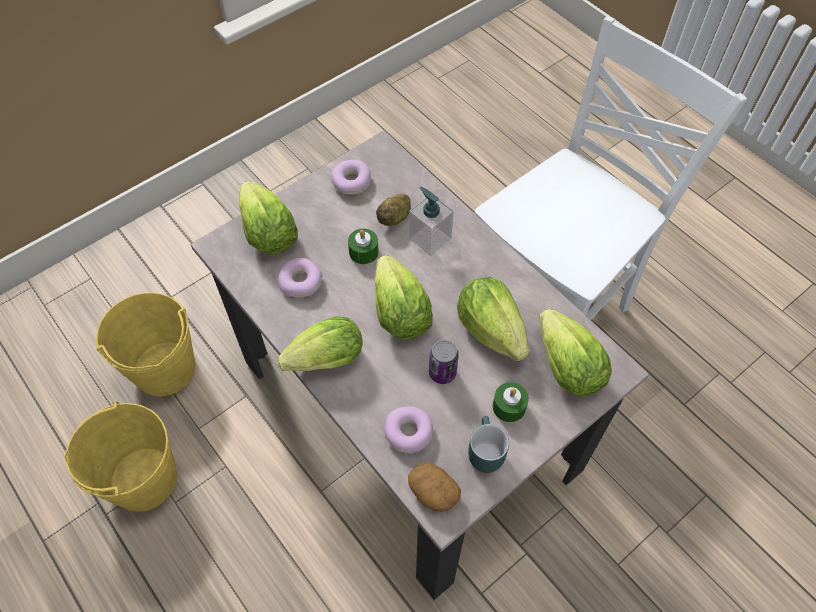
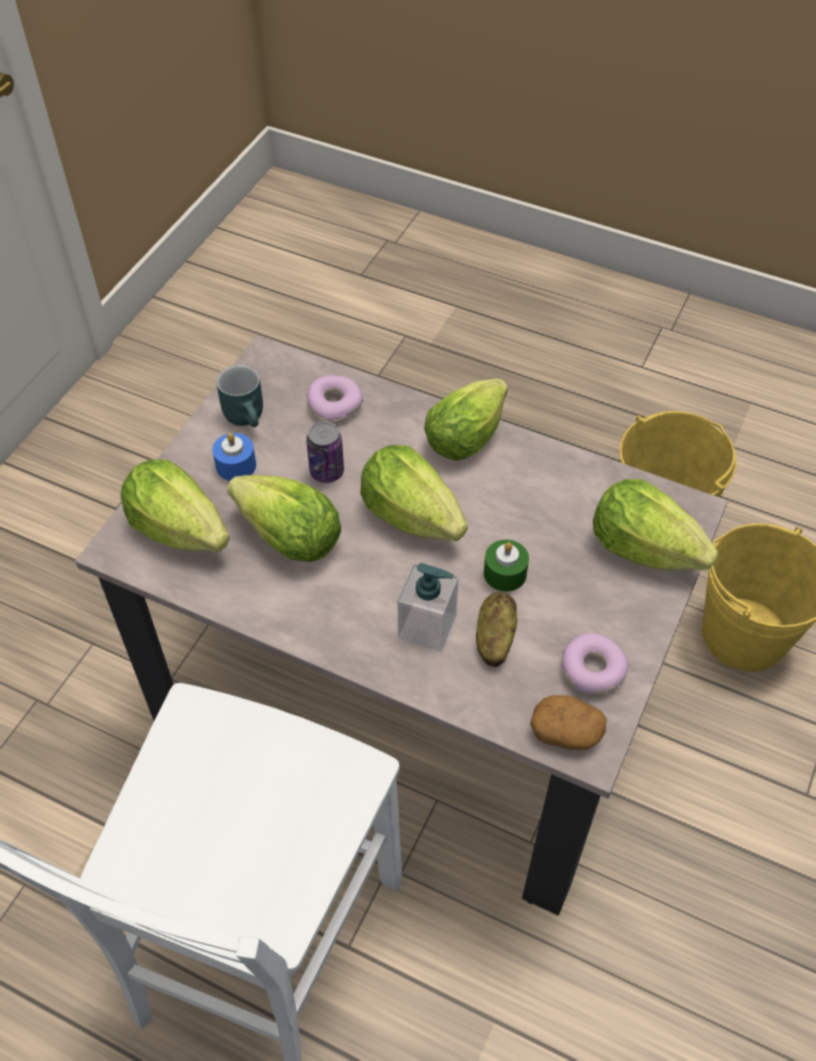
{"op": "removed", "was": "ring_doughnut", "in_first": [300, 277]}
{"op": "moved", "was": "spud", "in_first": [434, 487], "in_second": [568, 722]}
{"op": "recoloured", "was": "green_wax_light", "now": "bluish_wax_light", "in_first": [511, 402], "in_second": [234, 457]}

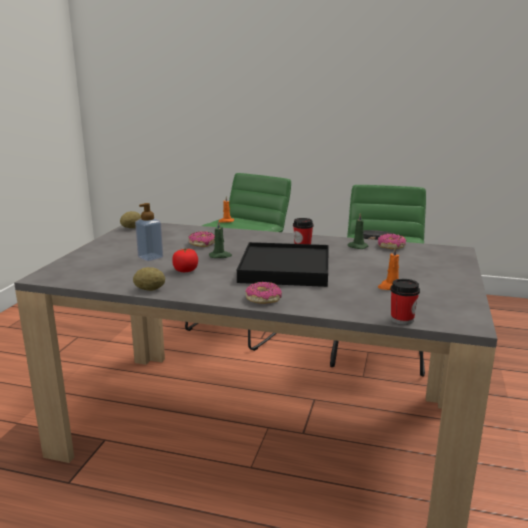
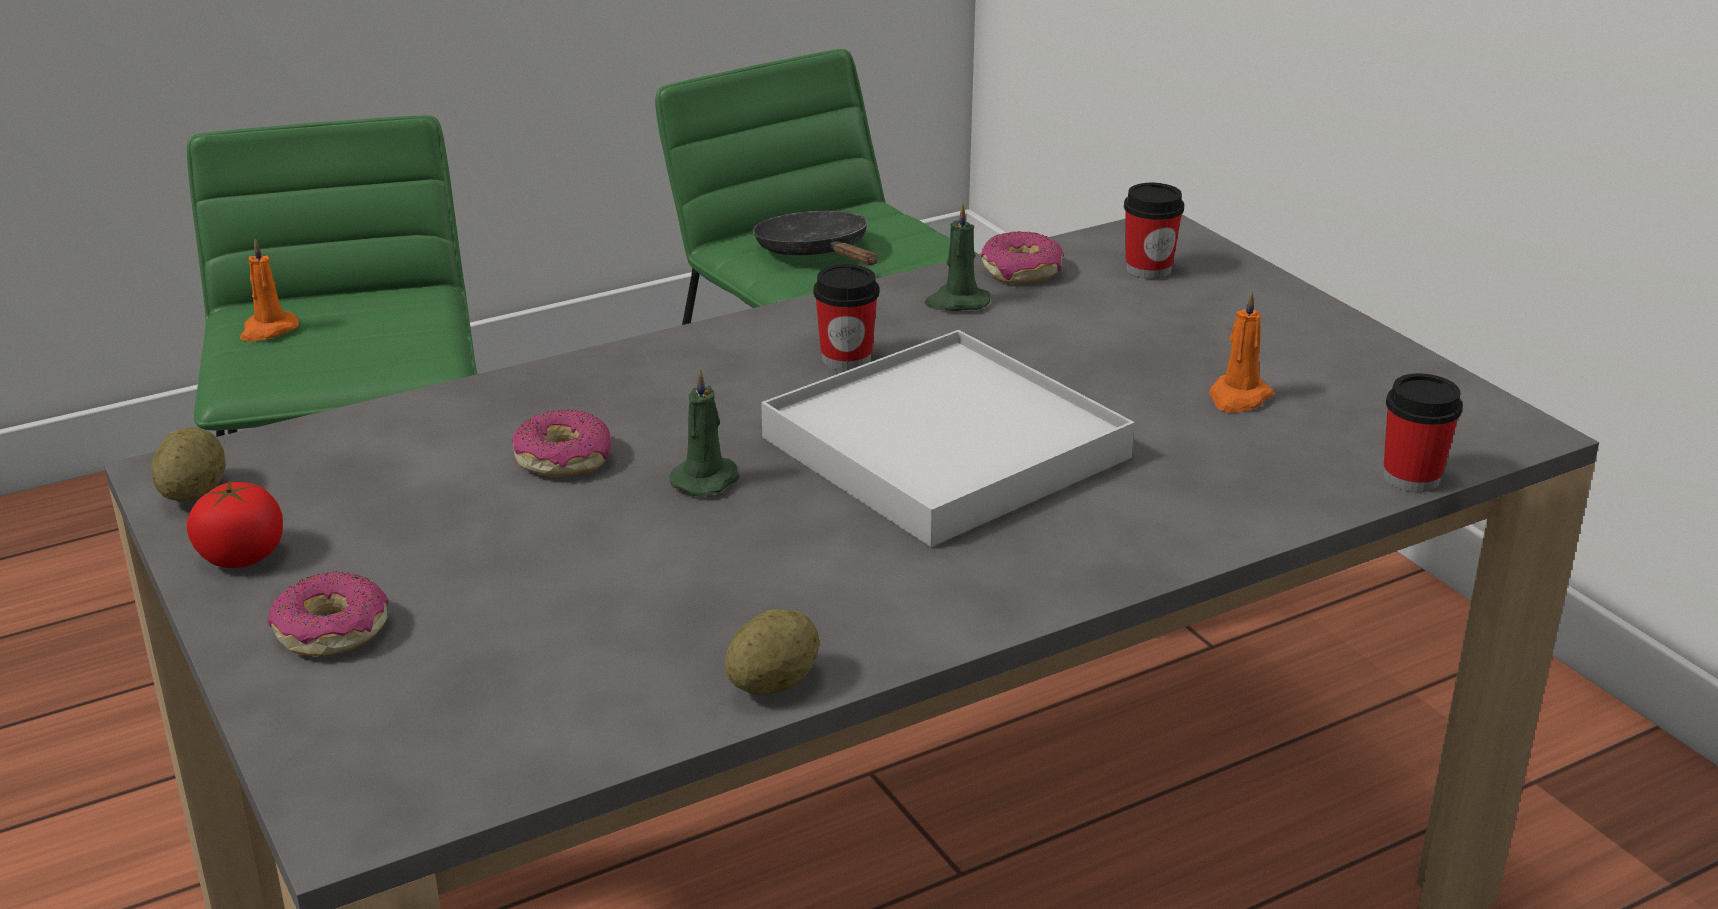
{"op": "removed", "was": "soap_bottle", "in_first": [149, 232]}
{"op": "added", "now": "cup", "in_second": [1154, 231]}
{"op": "moved", "was": "fresh_tomato", "in_first": [185, 260], "in_second": [235, 524]}
{"op": "moved", "was": "ring_doughnut", "in_first": [264, 293], "in_second": [328, 613]}
{"op": "recoloured", "was": "black_tray", "now": "white_tray", "in_first": [282, 264], "in_second": [947, 438]}

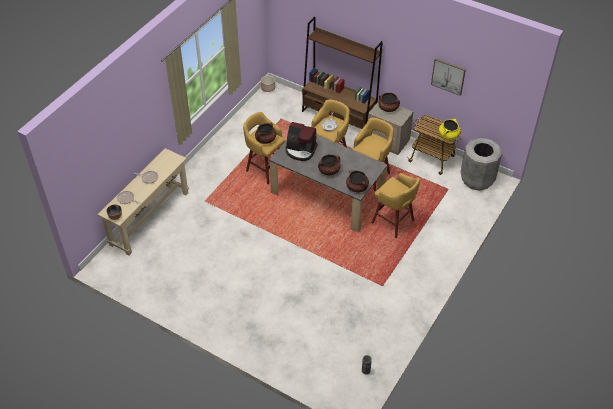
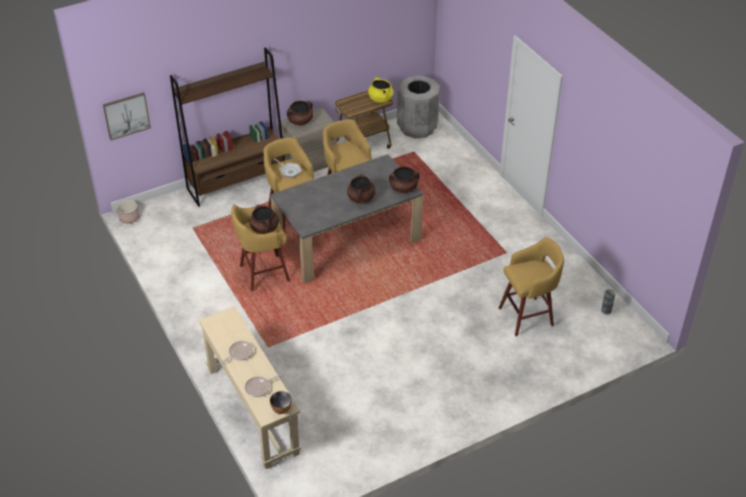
{"op": "removed", "was": "coffee_machine", "in_first": [301, 141]}
{"op": "moved", "was": "yellow-coloured_stool_seat", "in_first": [396, 205], "in_second": [531, 286]}
{"op": "moved", "was": "wall_picture", "in_first": [448, 77], "in_second": [127, 116]}

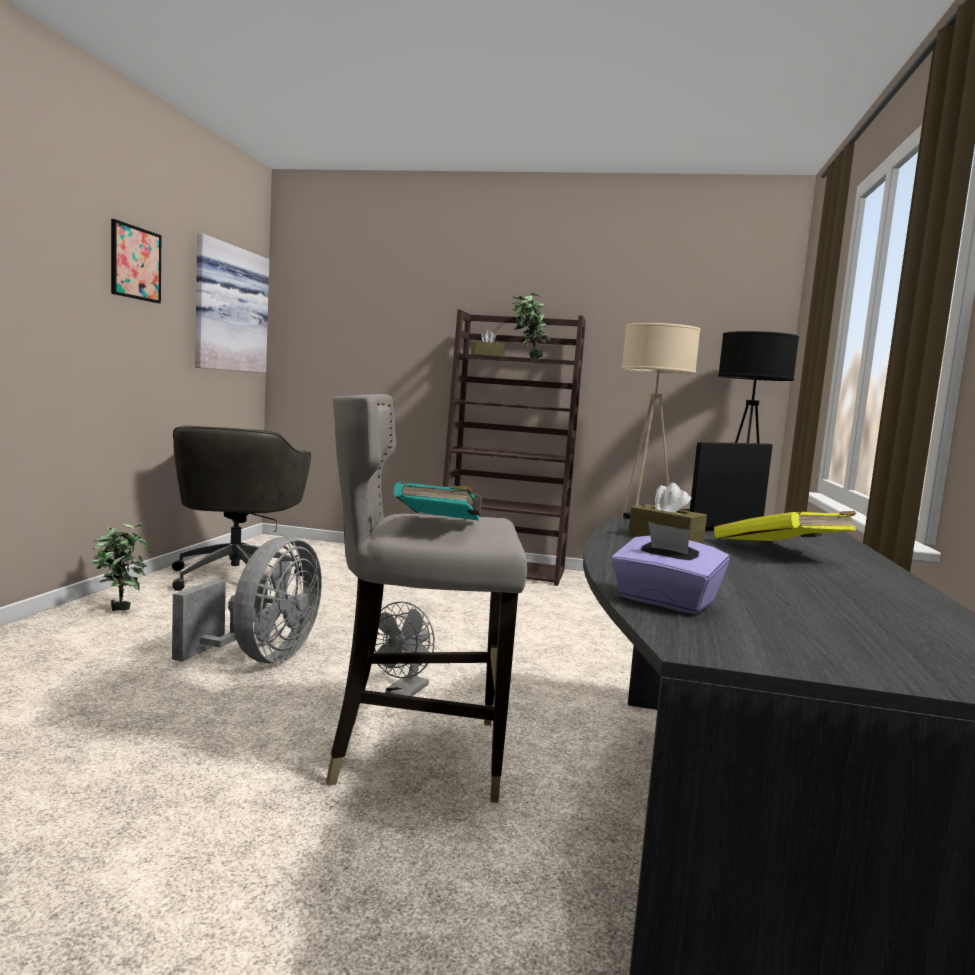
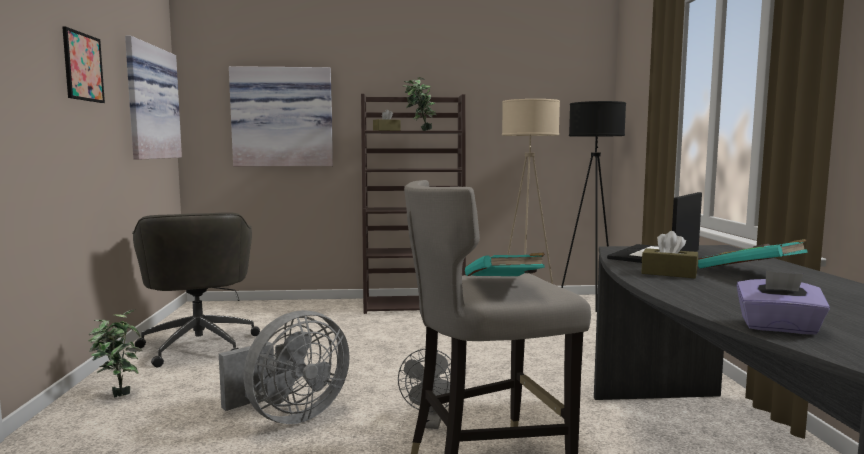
{"op": "added", "now": "wall_picture", "in_second": [281, 116]}
{"op": "recoloured", "was": "yellow-coloured_bound_book", "now": "turquoise_bound_book", "in_first": [785, 526], "in_second": [753, 254]}
{"op": "turned", "was": "grey_fan", "in_first": [247, 600], "in_second": [284, 367], "clockwise": 45}

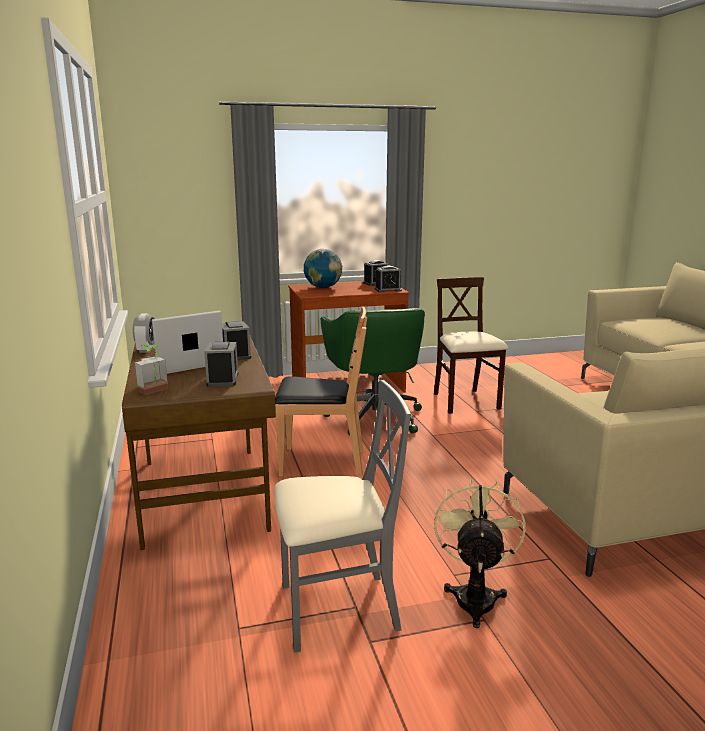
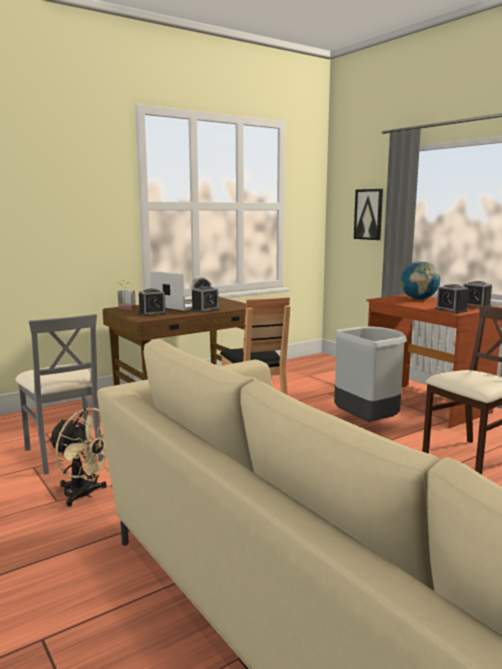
{"op": "added", "now": "wall_picture", "in_second": [368, 214]}
{"op": "replaced", "was": "green_office_chair", "now": "grey_trash_can", "in_first": [373, 371], "in_second": [370, 374]}
{"op": "turned", "was": "beige_fan", "in_first": [480, 553], "in_second": [78, 457], "clockwise": 45}

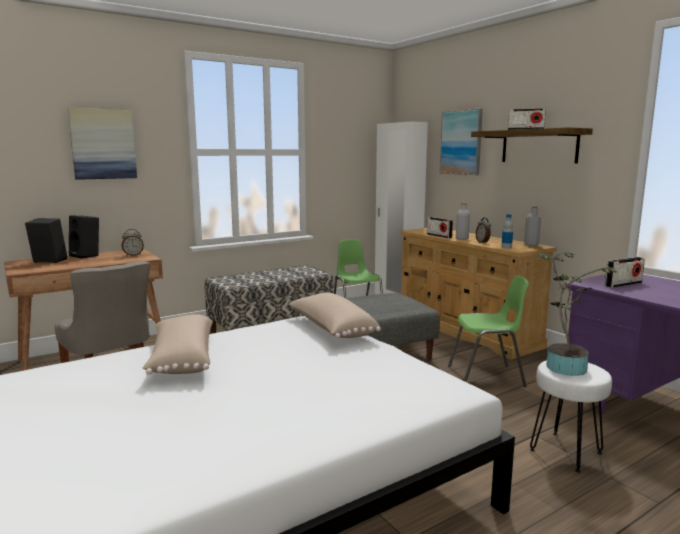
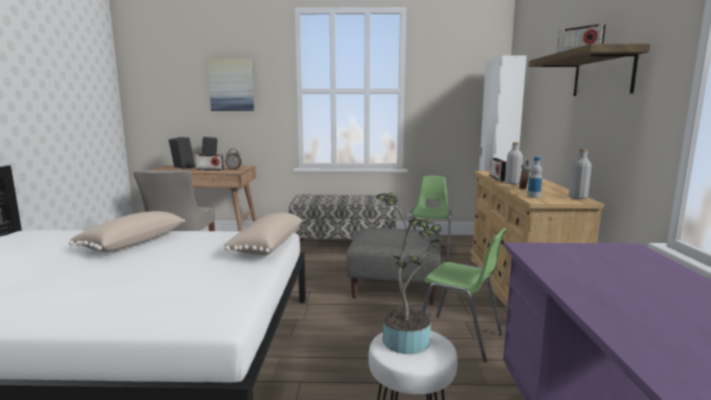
{"op": "removed", "was": "wall_picture", "in_first": [461, 142]}
{"op": "moved", "was": "radio_receiver", "in_first": [625, 272], "in_second": [209, 162]}

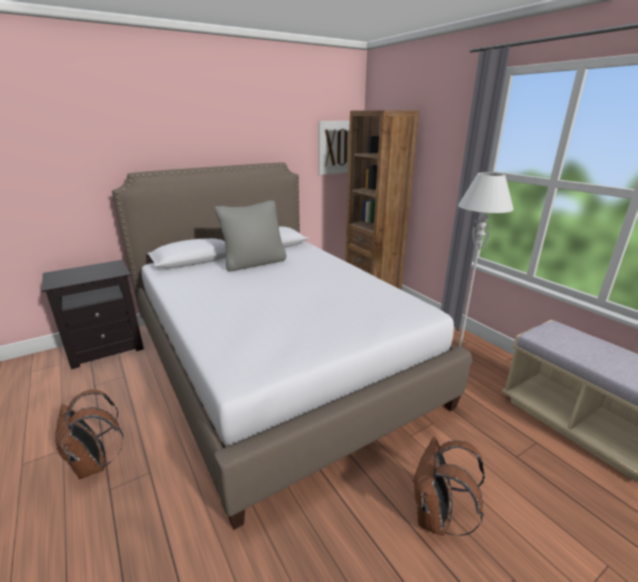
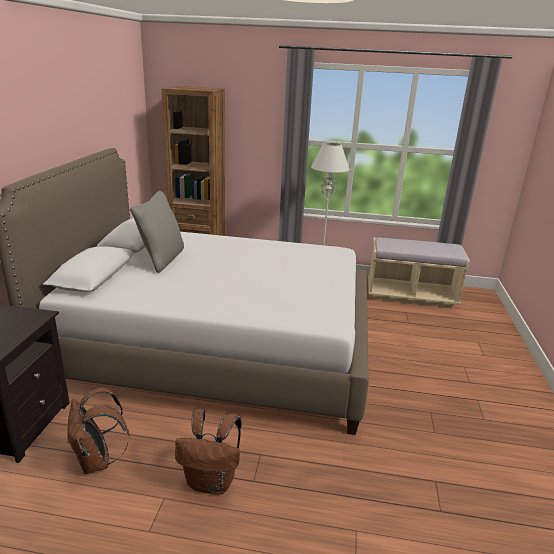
{"op": "removed", "was": "wall_picture", "in_first": [334, 148]}
{"op": "moved", "was": "brown-coloured_backpack", "in_first": [449, 486], "in_second": [98, 431]}

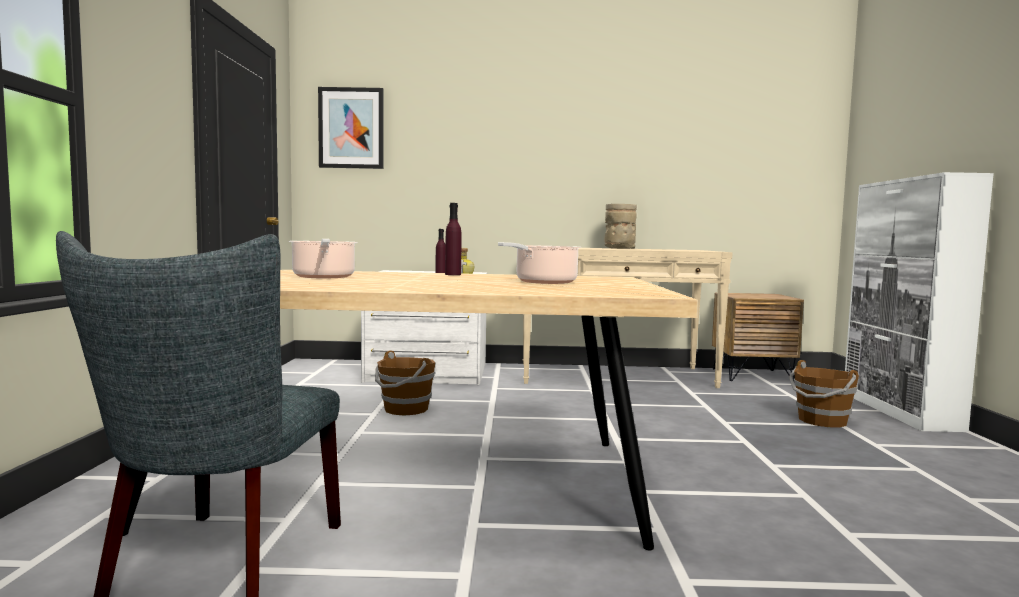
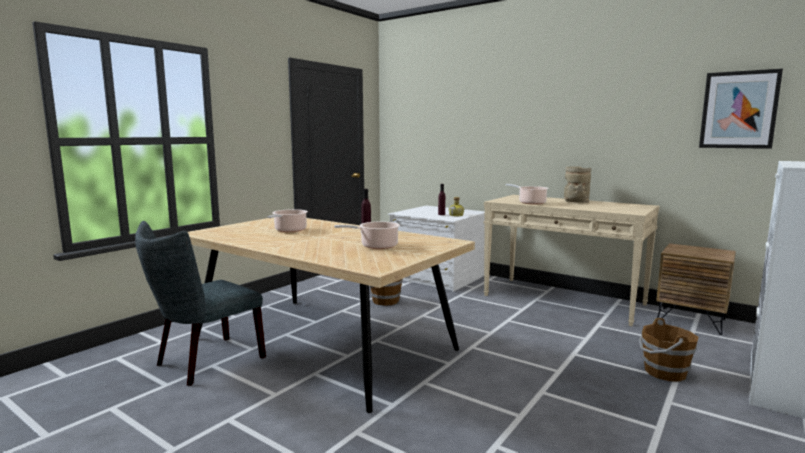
{"op": "added", "now": "stockpot", "in_second": [527, 194]}
{"op": "moved", "was": "wall_picture", "in_first": [350, 128], "in_second": [741, 109]}

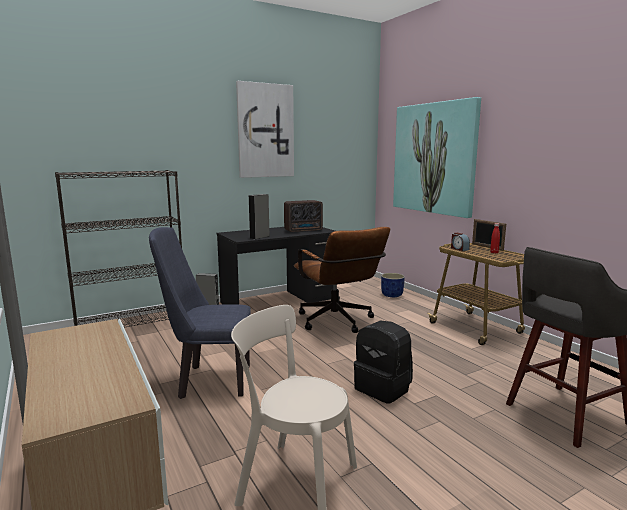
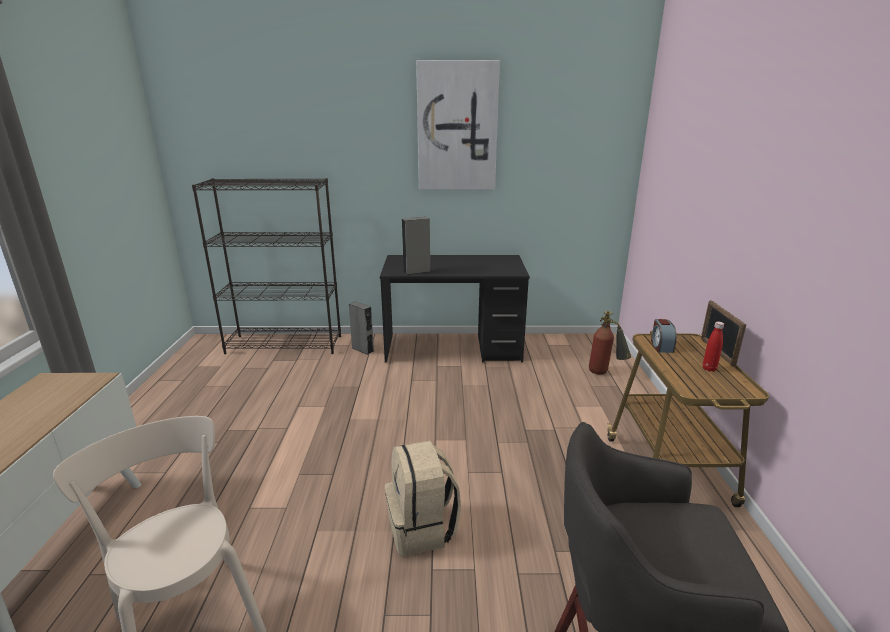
{"op": "removed", "was": "bluish_plain_chair", "in_first": [200, 313]}
{"op": "removed", "was": "radio_receiver", "in_first": [303, 216]}
{"op": "removed", "was": "brown-coloured_office_chair", "in_first": [342, 280]}
{"op": "removed", "was": "wall_picture", "in_first": [437, 157]}
{"op": "replaced", "was": "bluish_planter", "now": "fire-fighting_cylinder", "in_first": [393, 285], "in_second": [610, 343]}
{"op": "recoloured", "was": "black_backpack", "now": "beige_backpack", "in_first": [383, 362], "in_second": [423, 498]}

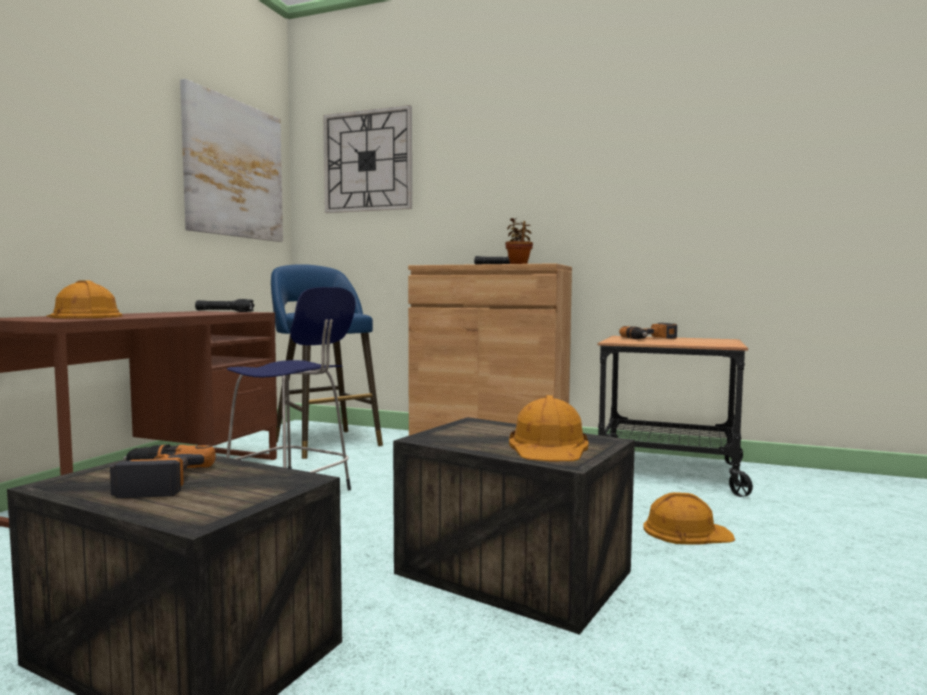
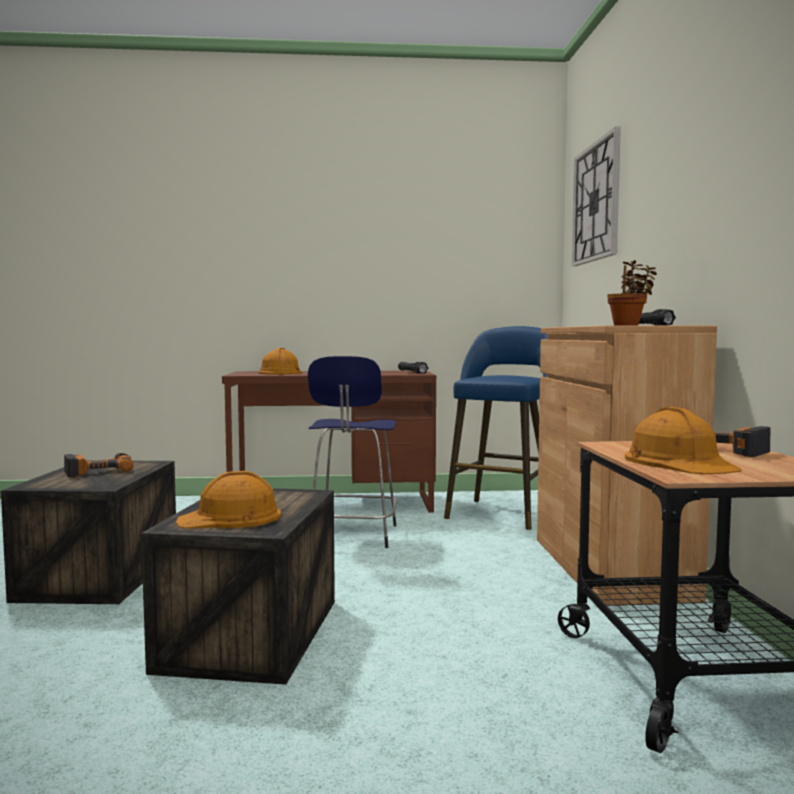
{"op": "removed", "was": "wall_picture", "in_first": [231, 160]}
{"op": "moved", "was": "orange_work_helmet", "in_first": [689, 518], "in_second": [683, 440]}

